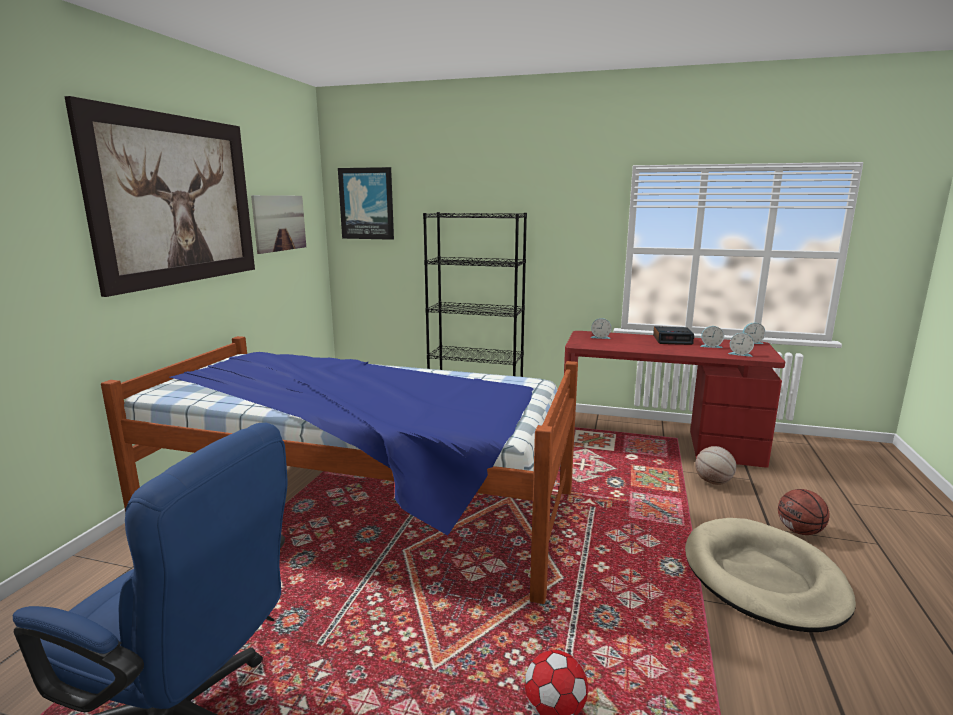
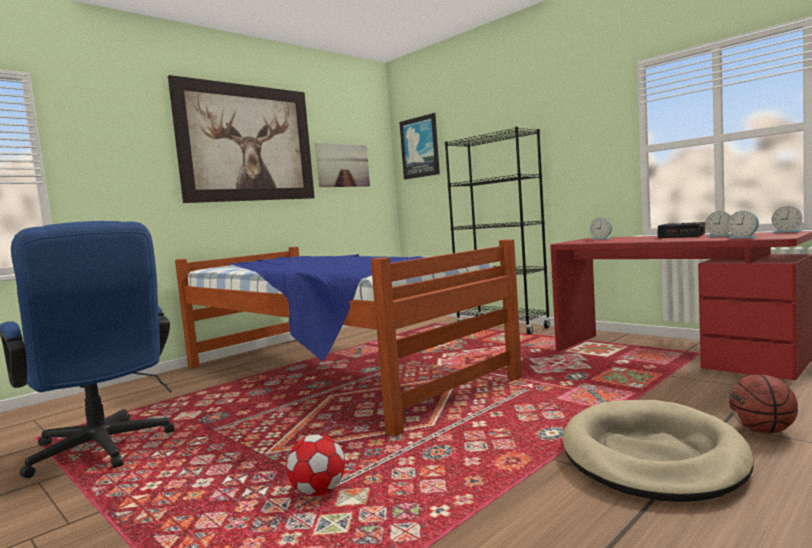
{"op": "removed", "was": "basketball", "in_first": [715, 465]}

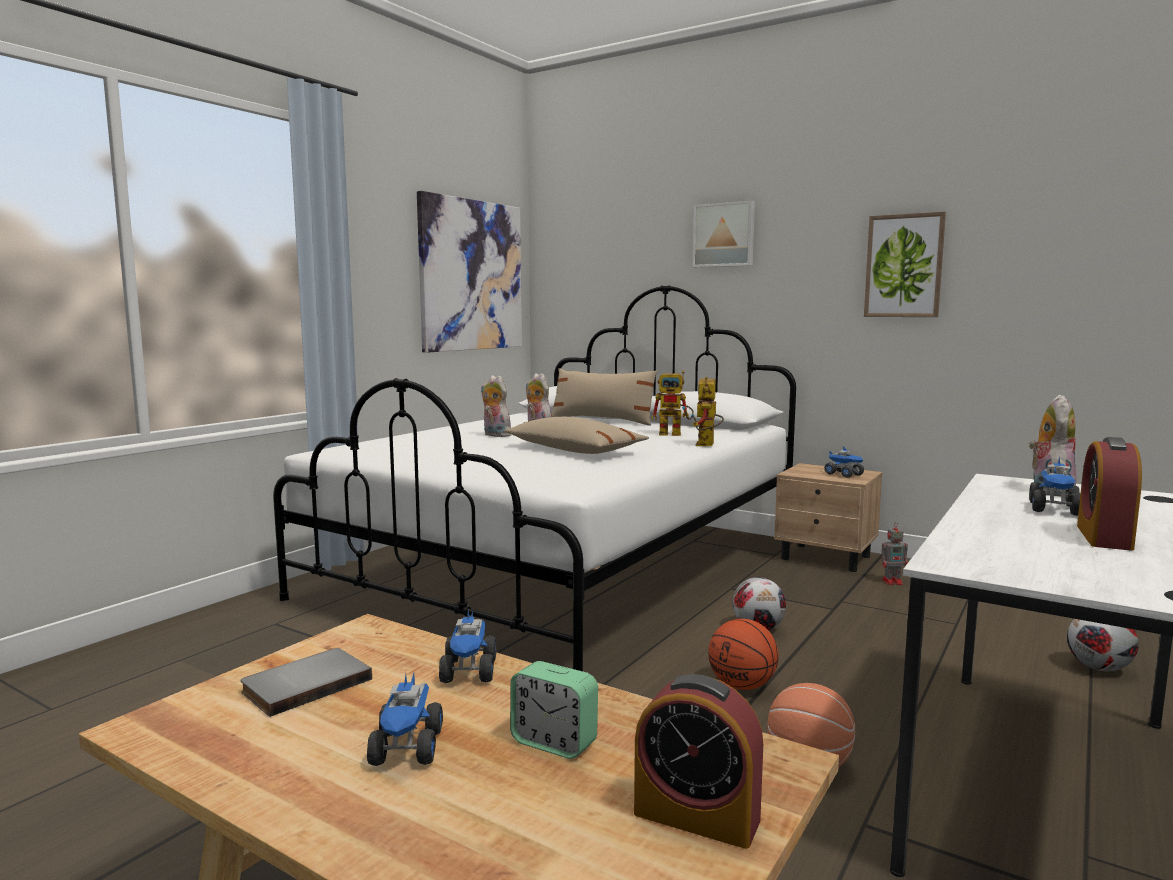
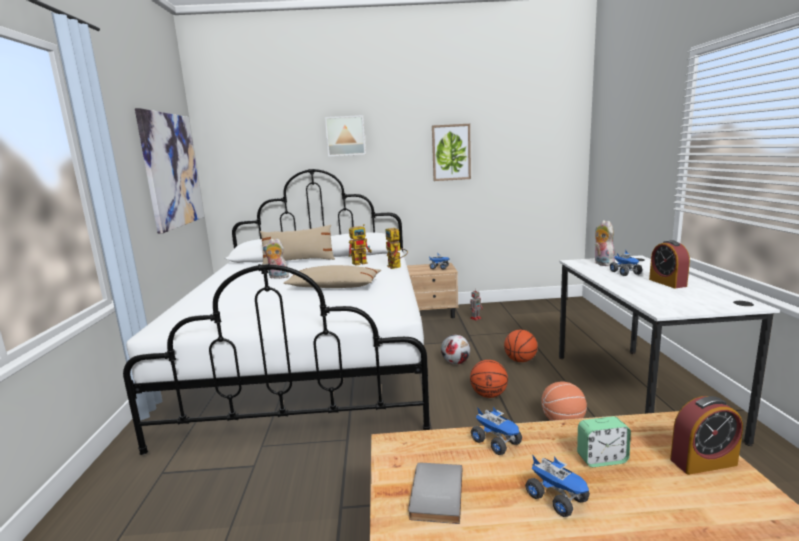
{"op": "removed", "was": "plush_toy", "in_first": [496, 406]}
{"op": "removed", "was": "ball_for_football", "in_first": [1103, 645]}
{"op": "added", "now": "basketball", "in_second": [521, 346]}

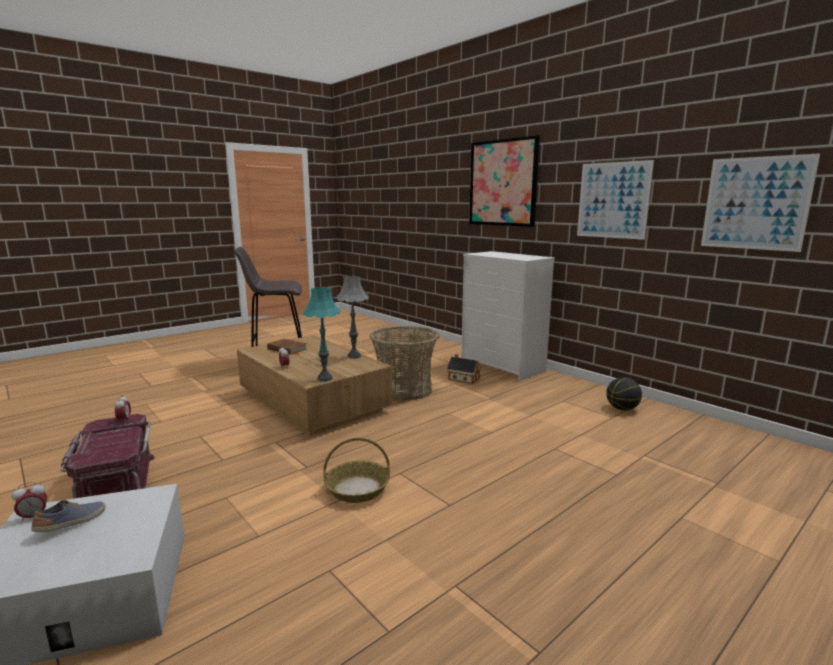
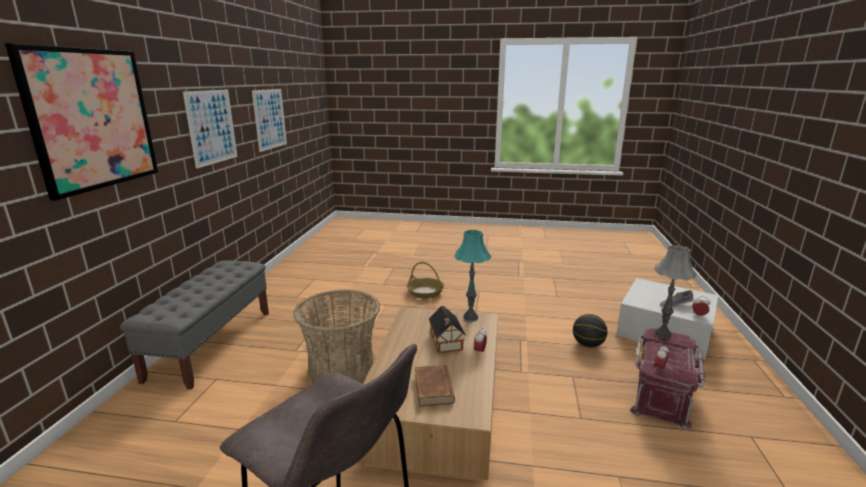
{"op": "moved", "was": "basket", "in_first": [356, 470], "in_second": [425, 280]}
{"op": "moved", "was": "grey_table_lamp", "in_first": [352, 317], "in_second": [675, 292]}
{"op": "moved", "was": "model_house", "in_first": [464, 369], "in_second": [447, 329]}
{"op": "moved", "was": "basketball", "in_first": [624, 393], "in_second": [590, 331]}
{"op": "replaced", "was": "white_chest_of_drawers", "now": "grey_long_seat", "in_first": [508, 316], "in_second": [194, 325]}

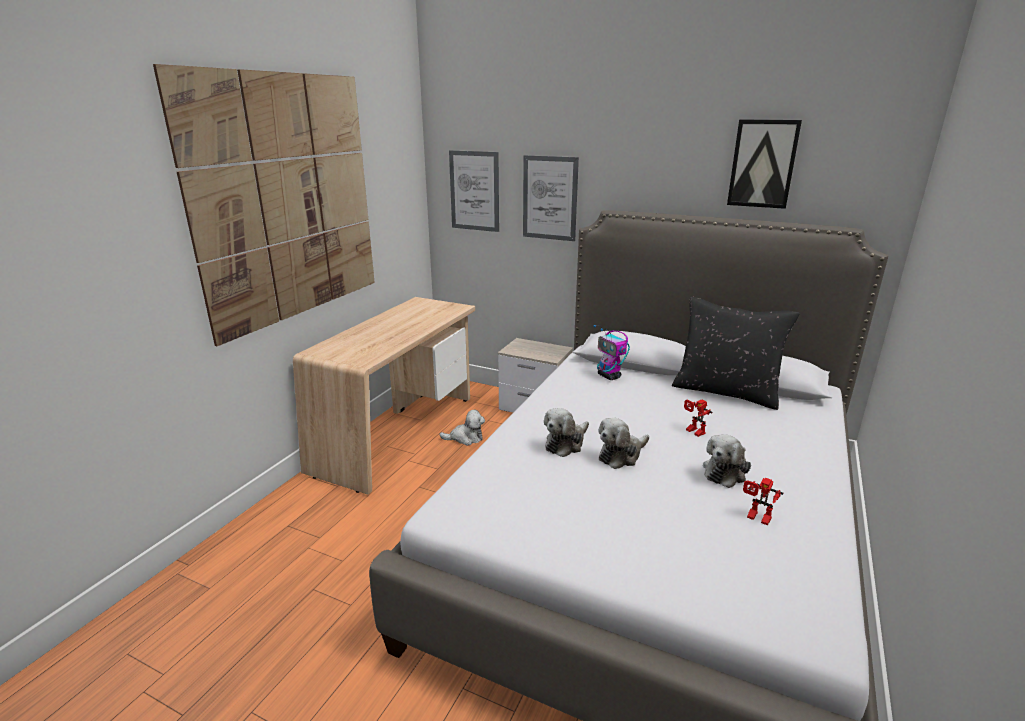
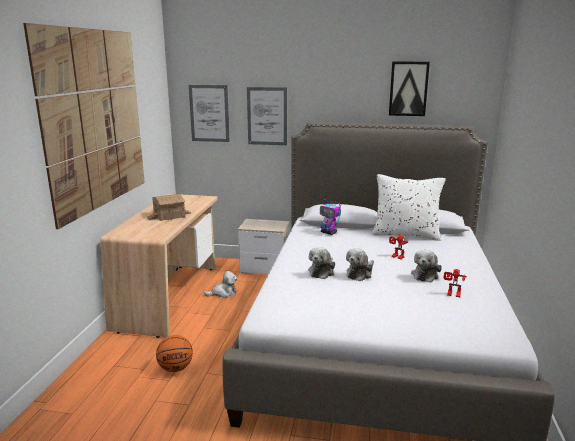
{"op": "added", "now": "model_house", "in_second": [169, 207]}
{"op": "added", "now": "basketball", "in_second": [174, 353]}
{"op": "recoloured", "was": "black_throw_pillow", "now": "white_throw_pillow", "in_first": [736, 353], "in_second": [409, 207]}

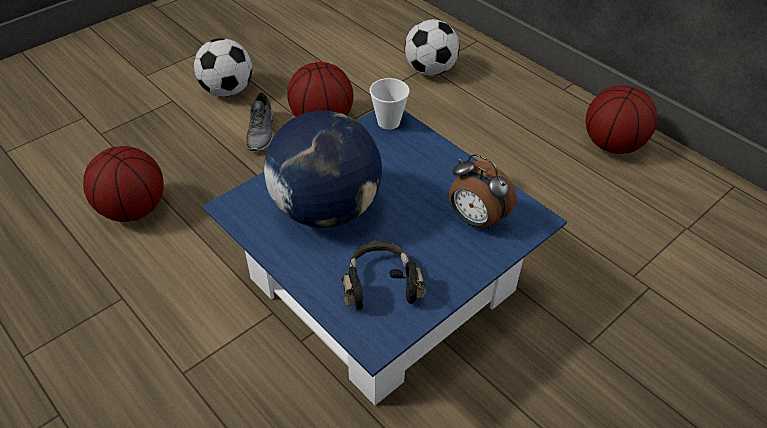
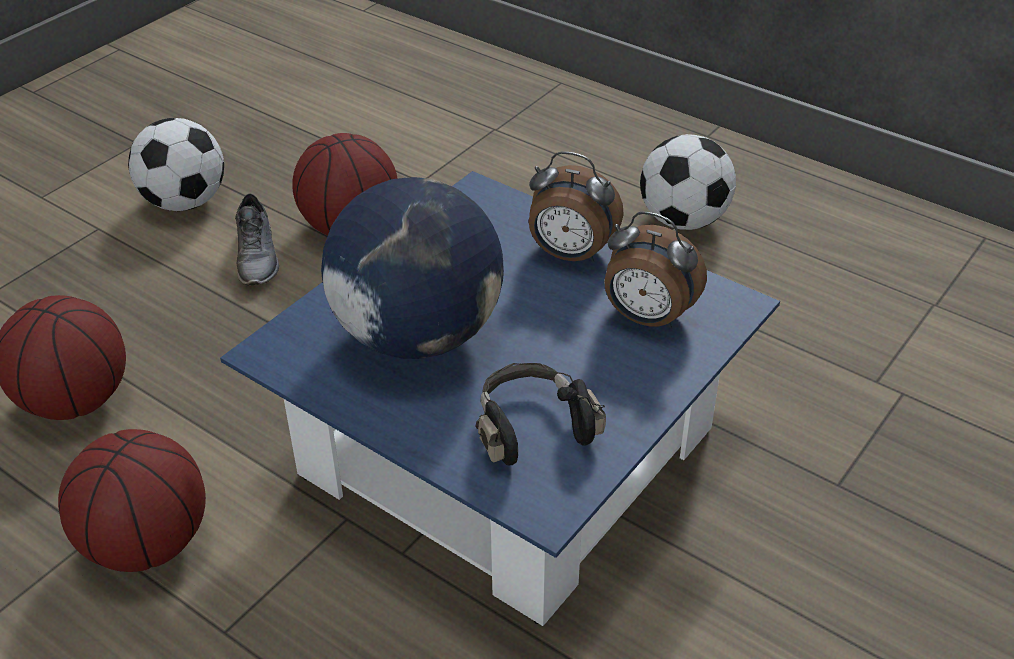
{"op": "removed", "was": "cup", "in_first": [390, 104]}
{"op": "added", "now": "alarm_clock", "in_second": [576, 207]}
{"op": "moved", "was": "ball_for_football", "in_first": [432, 47], "in_second": [688, 182]}
{"op": "moved", "was": "basketball", "in_first": [621, 119], "in_second": [132, 500]}

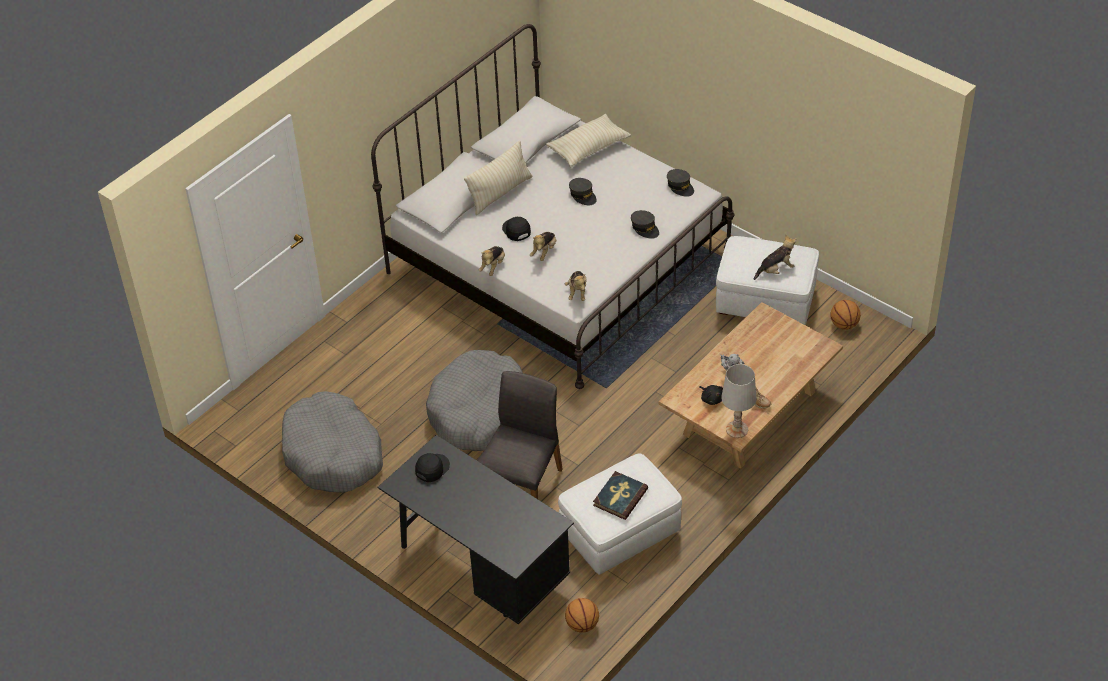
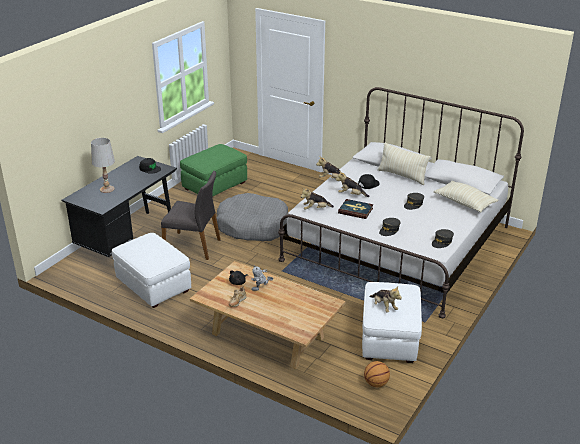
{"op": "removed", "was": "basketball", "in_first": [582, 615]}
{"op": "moved", "was": "bound_book", "in_first": [620, 495], "in_second": [355, 209]}
{"op": "moved", "was": "white_table_lamp", "in_first": [738, 401], "in_second": [103, 165]}
{"op": "replaced", "was": "grey_dog_cushion", "now": "green_footrest", "in_first": [332, 442], "in_second": [213, 170]}

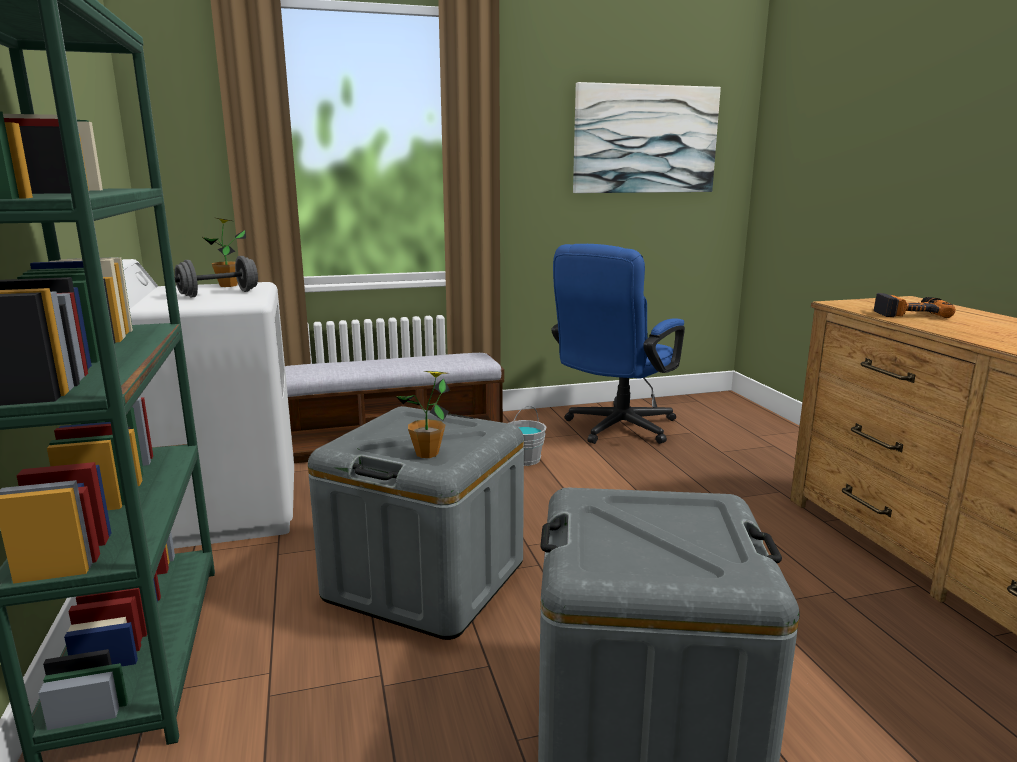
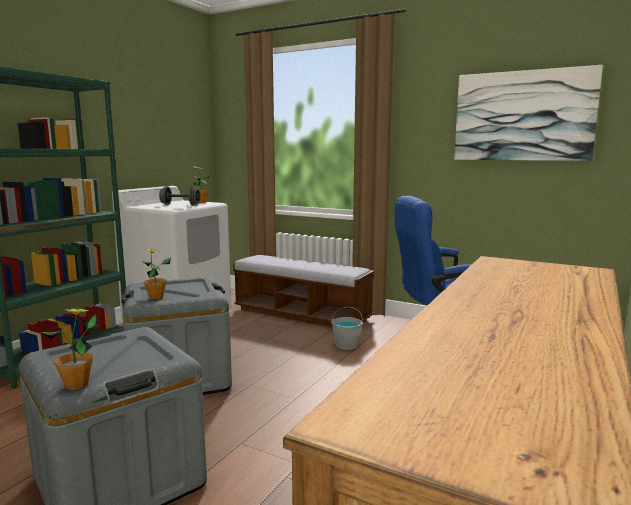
{"op": "removed", "was": "power_drill", "in_first": [915, 305]}
{"op": "added", "now": "potted_plant", "in_second": [70, 349]}

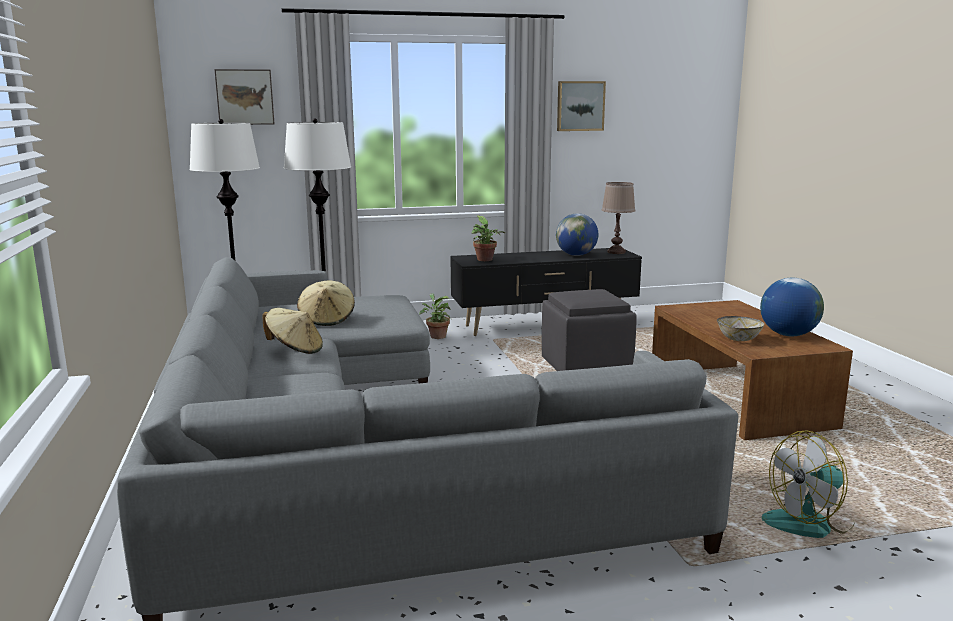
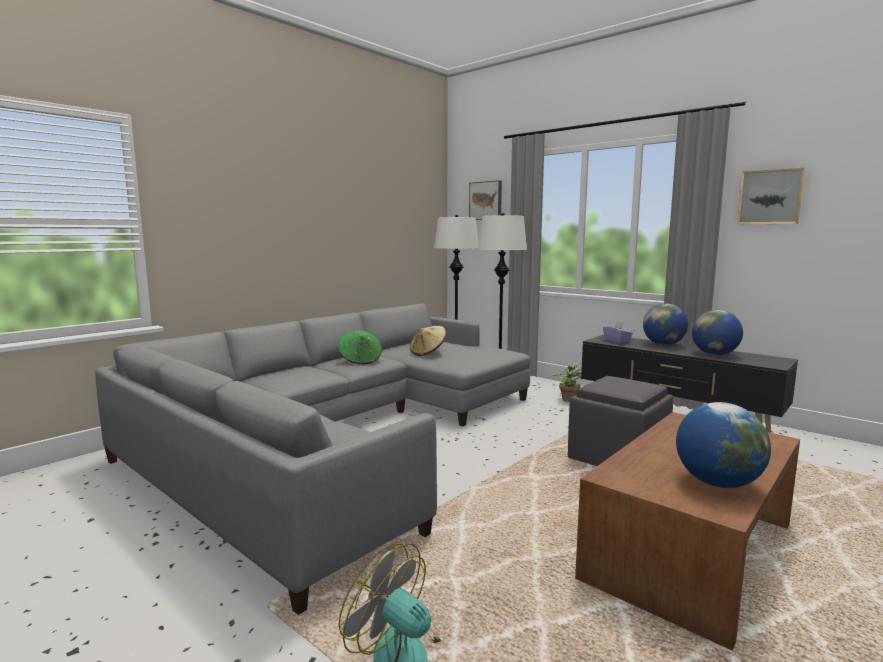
{"op": "removed", "was": "brown-coloured_table_lamp", "in_first": [618, 218]}
{"op": "removed", "was": "bowl", "in_first": [740, 328]}
{"op": "added", "now": "desk_globe", "in_second": [665, 324]}
{"op": "replaced", "was": "potted_plant", "now": "purplish_tissue_box", "in_first": [488, 238], "in_second": [618, 332]}
{"op": "recoloured", "was": "beige_clothing_hat", "now": "green_clothing_hat", "in_first": [292, 331], "in_second": [360, 347]}

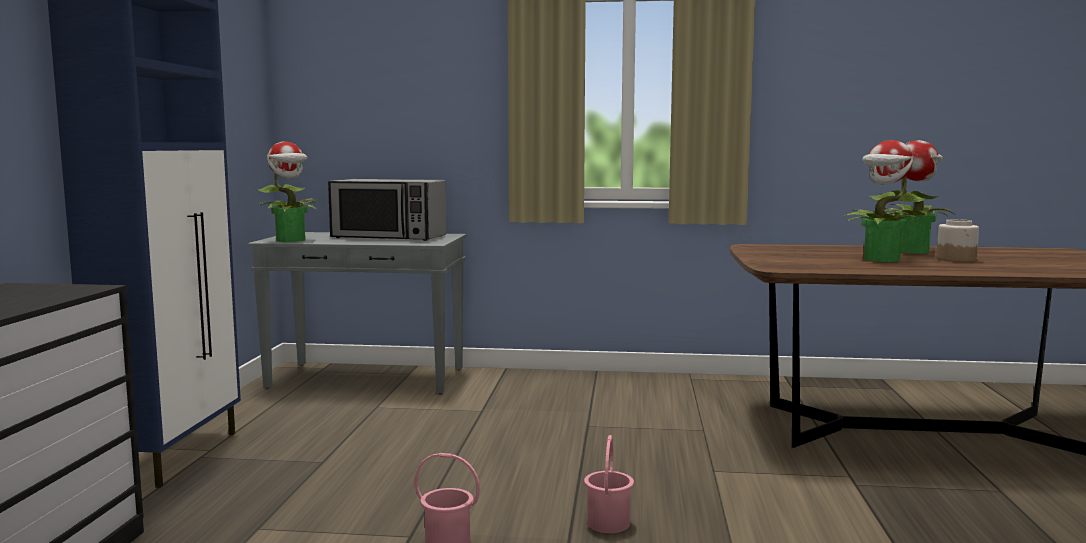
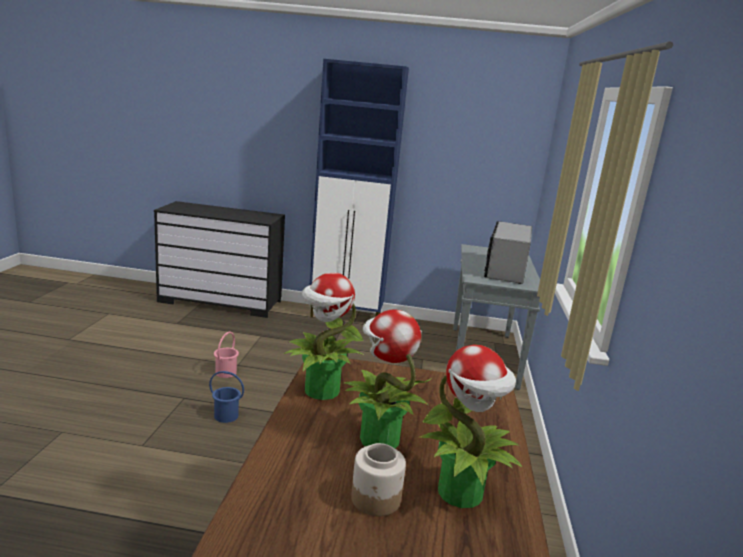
{"op": "moved", "was": "potted_plant", "in_first": [288, 191], "in_second": [324, 336]}
{"op": "recoloured", "was": "pink_pail", "now": "bluish_pail", "in_first": [609, 484], "in_second": [226, 397]}

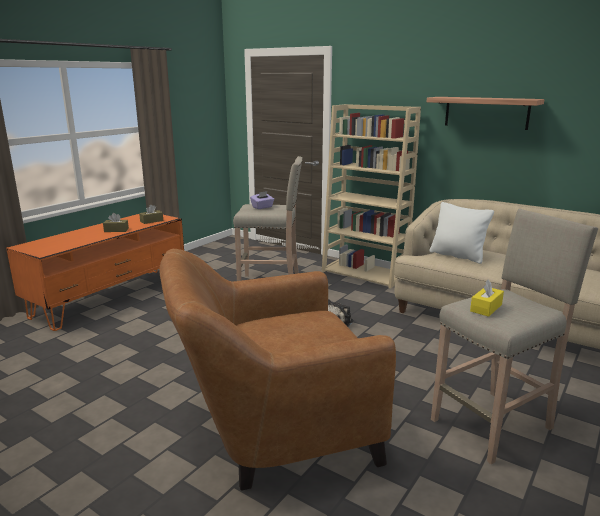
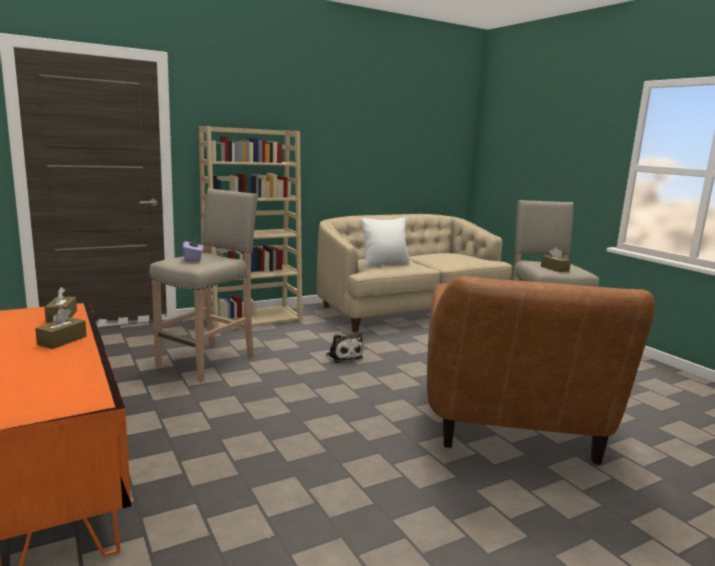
{"op": "removed", "was": "shelf", "in_first": [485, 113]}
{"op": "recoloured", "was": "yellow-coloured_tissue_box", "now": "brown-coloured_tissue_box", "in_first": [487, 298], "in_second": [556, 259]}

